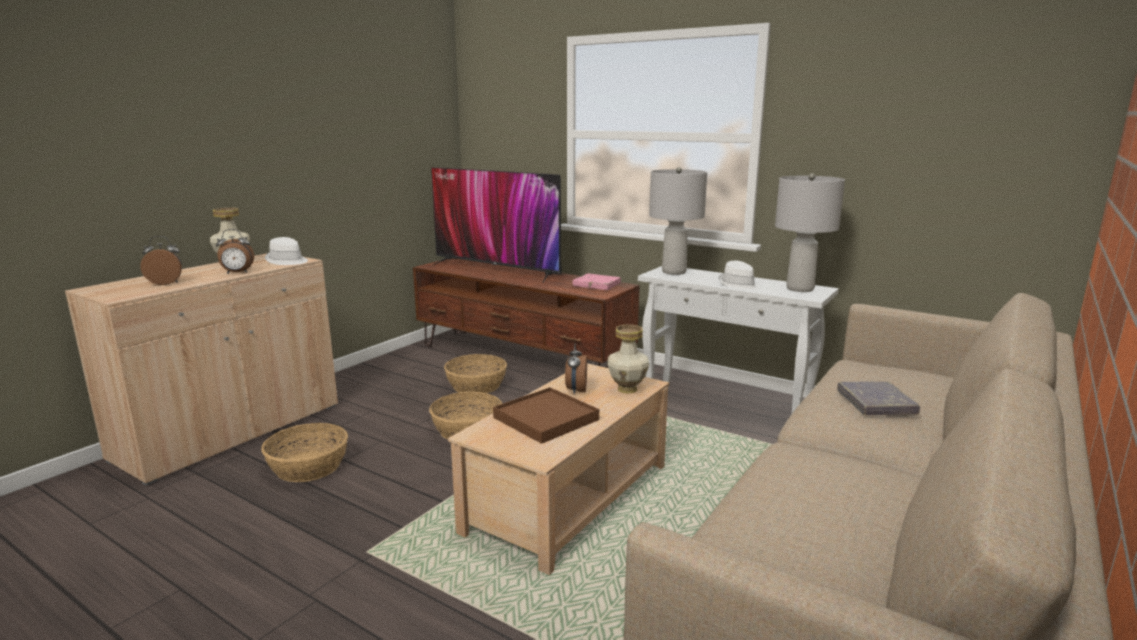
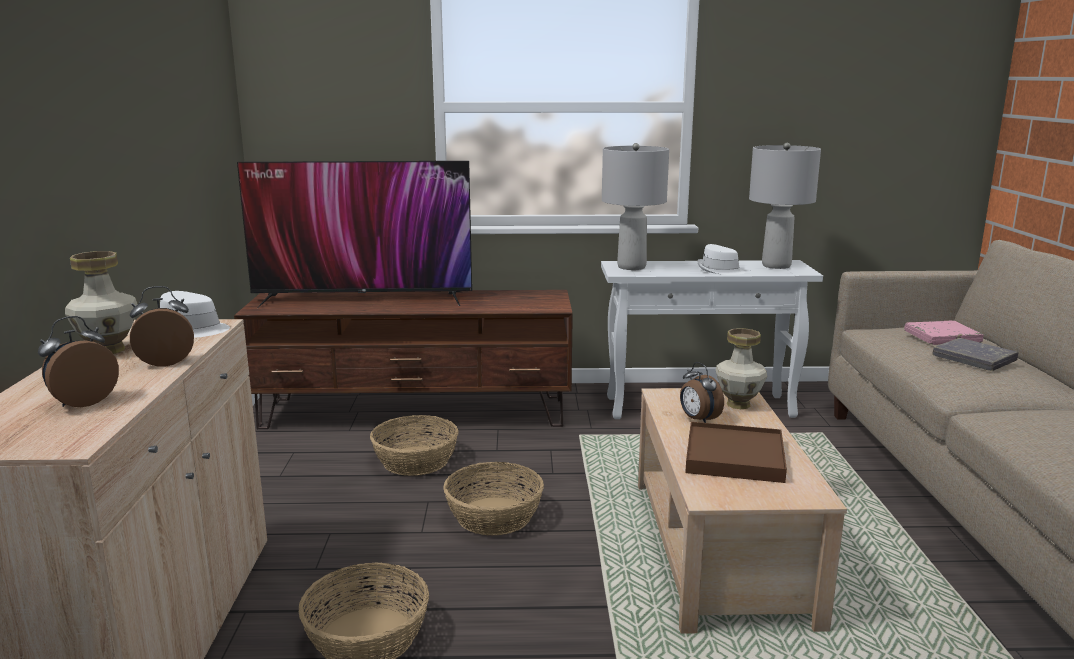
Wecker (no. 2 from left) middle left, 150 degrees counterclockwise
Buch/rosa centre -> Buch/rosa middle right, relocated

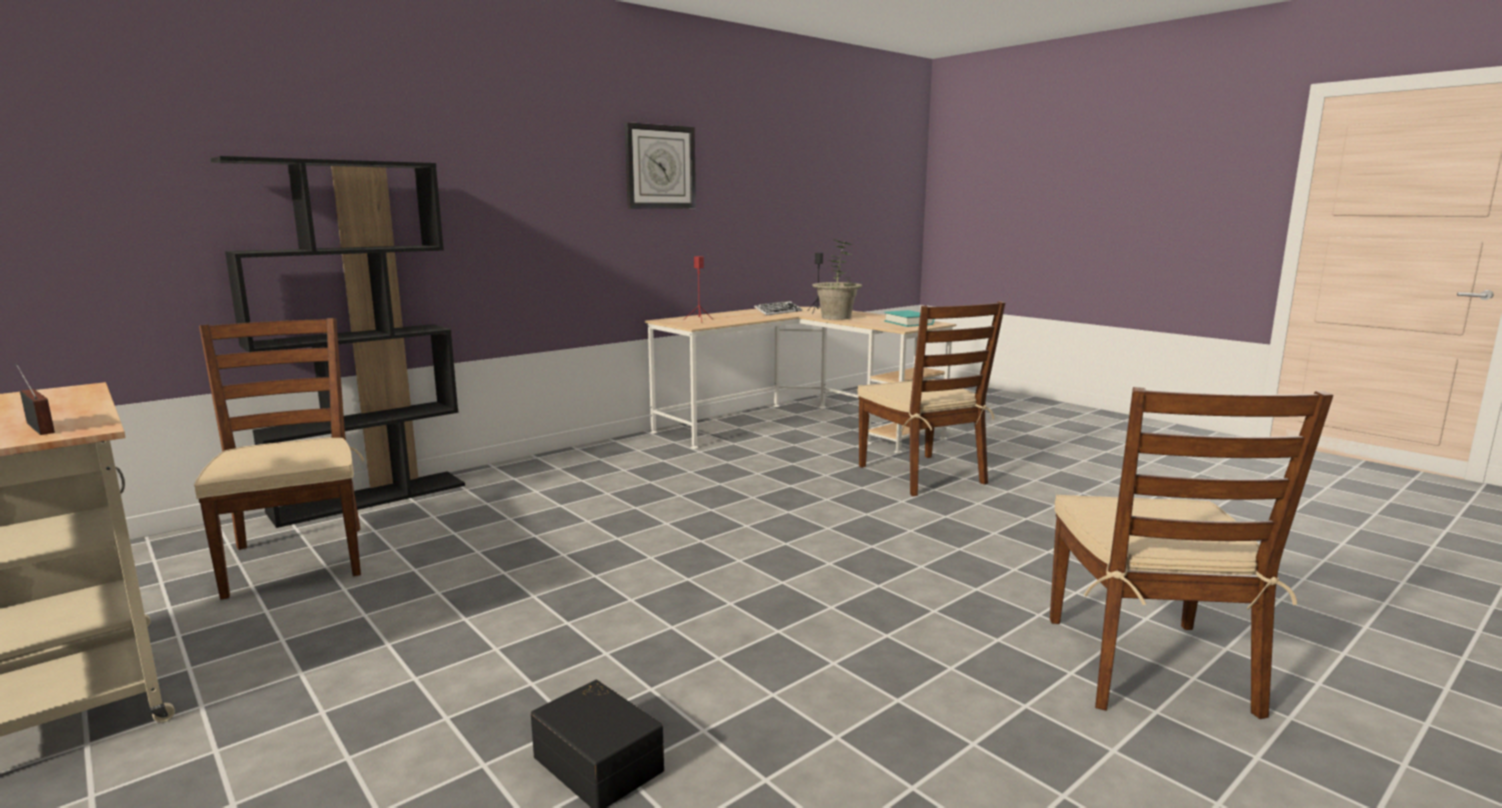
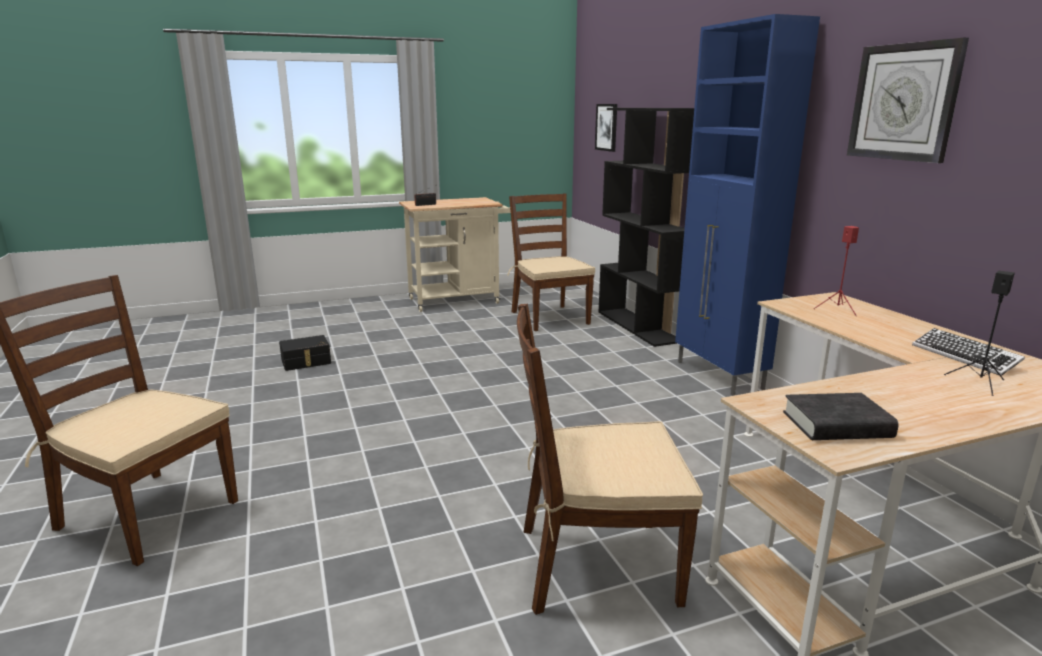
Stuhl/braun (no. 1 from left in the first image) middle left -> Stuhl/braun (no. 2 from left) centre, 105 degrees counterclockwise
none -> Bild top centre
none -> Schrank/blau top right
Buch/türkis centre -> Buch/schwarz middle right
Topfpflanze centre -> none

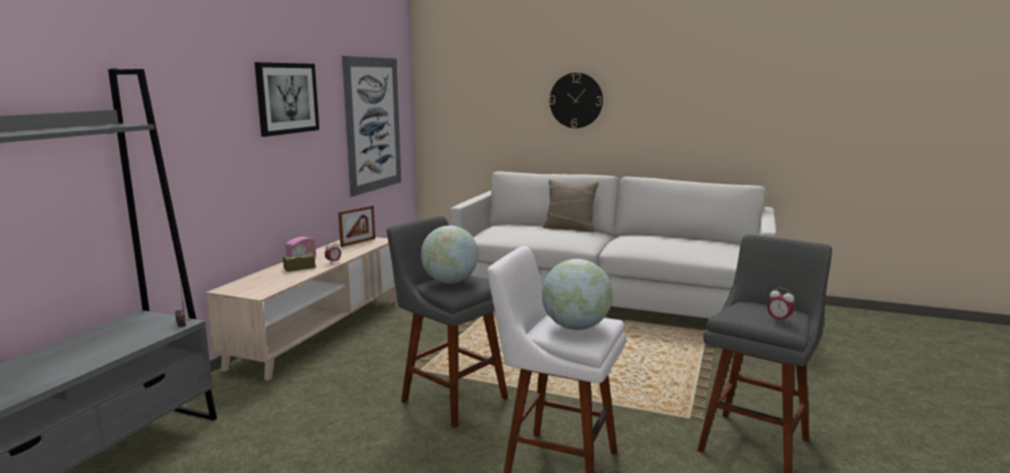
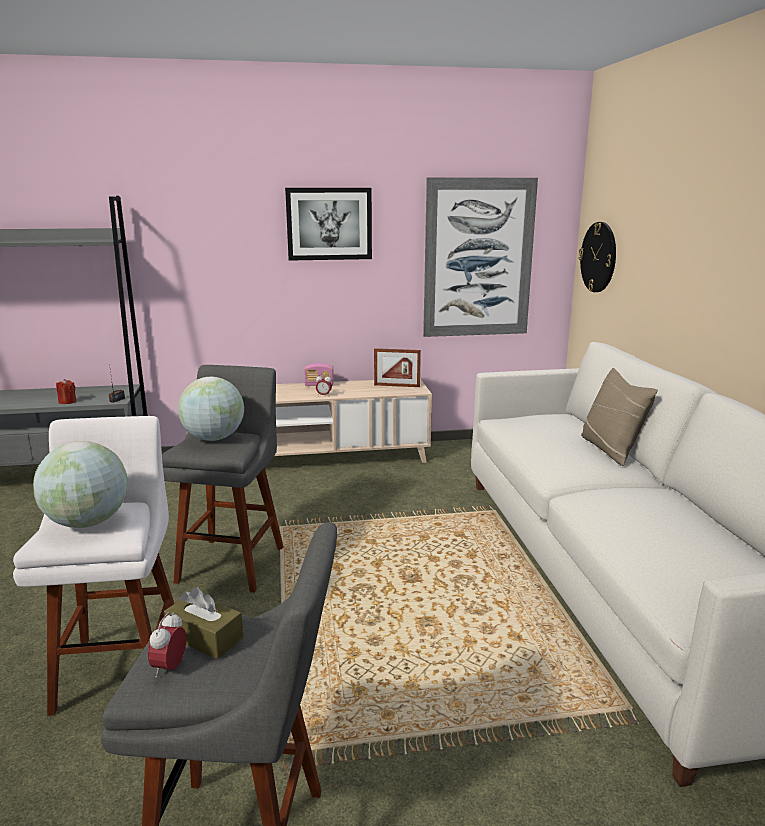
none -> Kerze/rot middle left
Taschentuchbox/braun middle left -> Taschentuchbox/braun bottom left, relocated
Wanduhr top centre -> Wanduhr top right, relocated

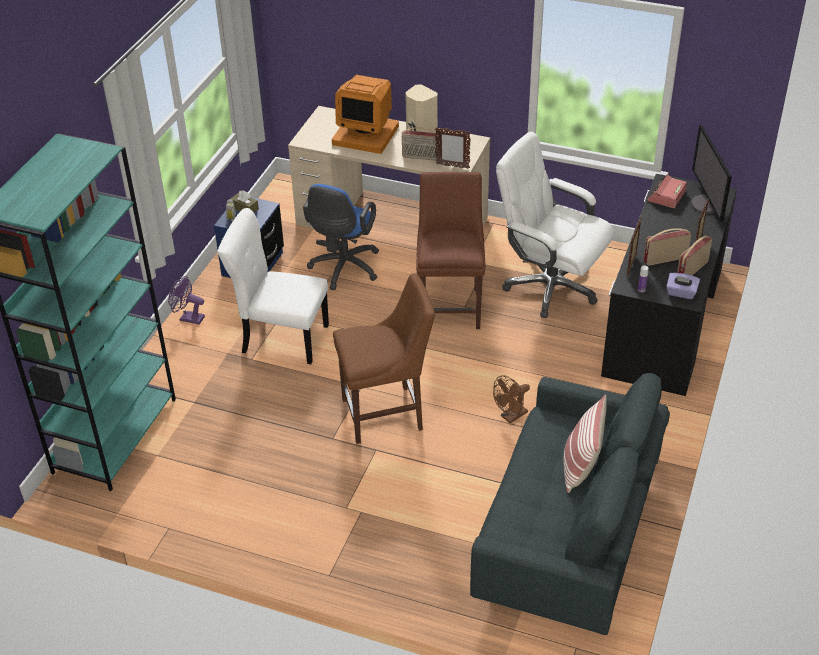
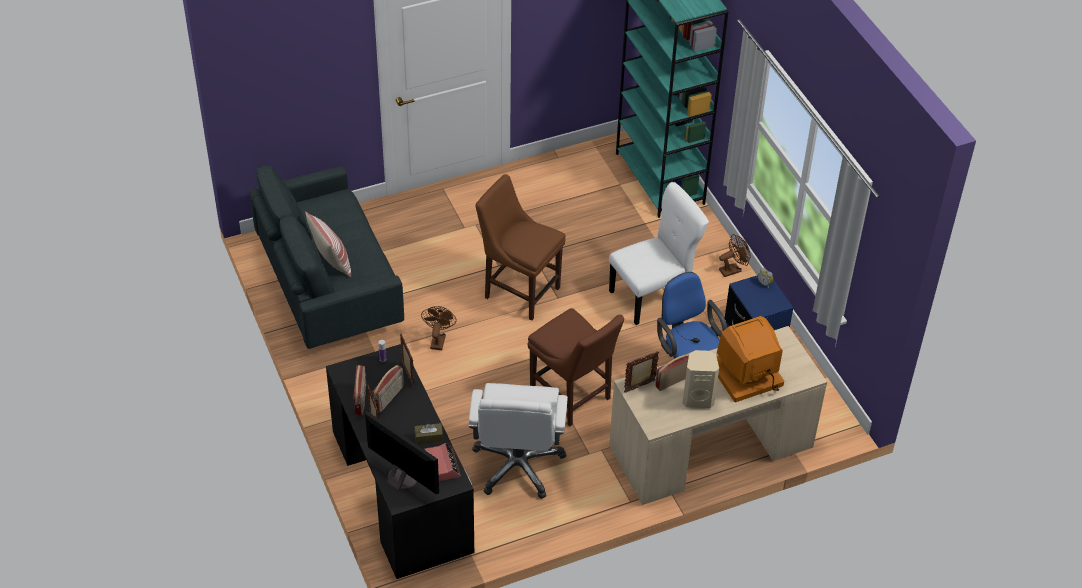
Taschentuchbox/braun top left -> Taschentuchbox/braun bottom centre, relocated
Bürostuhl/weiß middle right -> Bürostuhl/weiß bottom centre, 105 degrees clockwise
Stuhl/braun (no. 1 from left) centre, 90 degrees clockwise
Ventilator/lila middle left -> Ventilator/braun (no. 2 from left) middle right
Taschentuchbox/lila middle right -> none

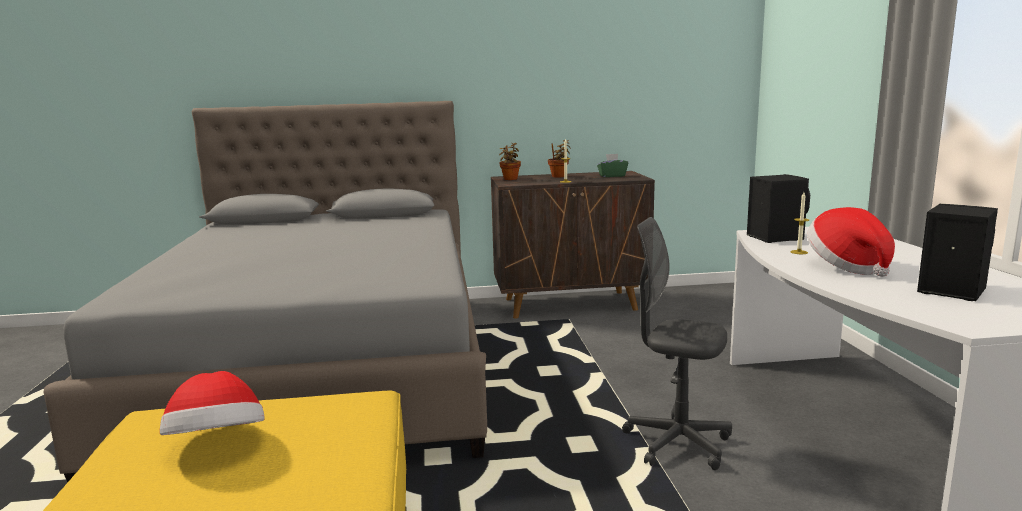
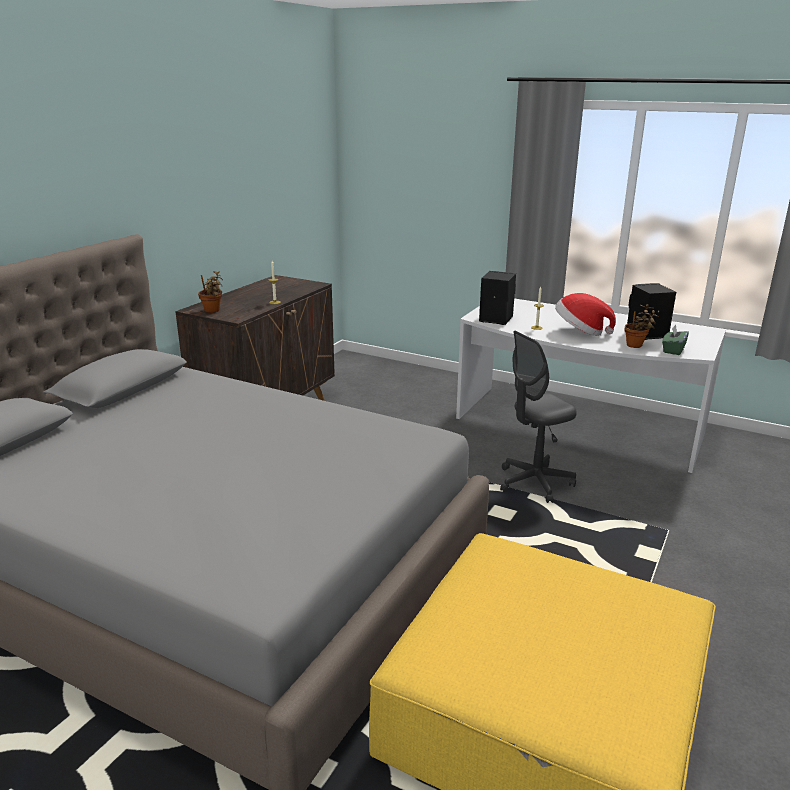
Topfpflanze (no. 2 from left) top centre -> Topfpflanze (no. 2 from left) middle right, relocated
Taschentuchbox/grün top centre -> Taschentuchbox/grün middle right, relocated
Hut (no. 1 from left) bottom left -> none

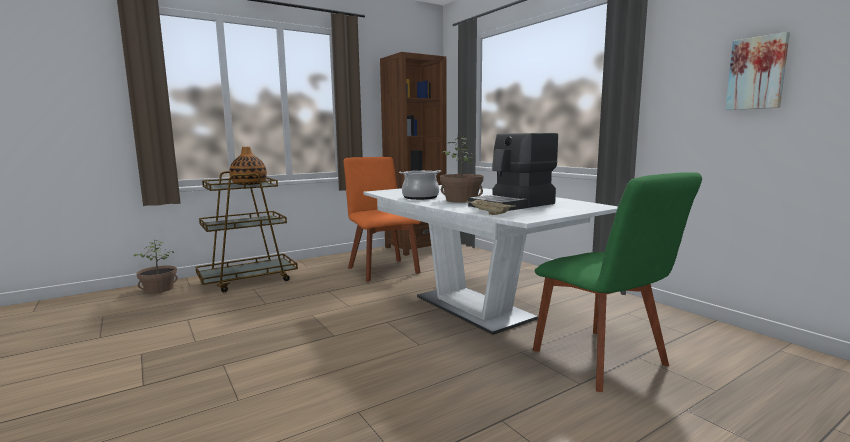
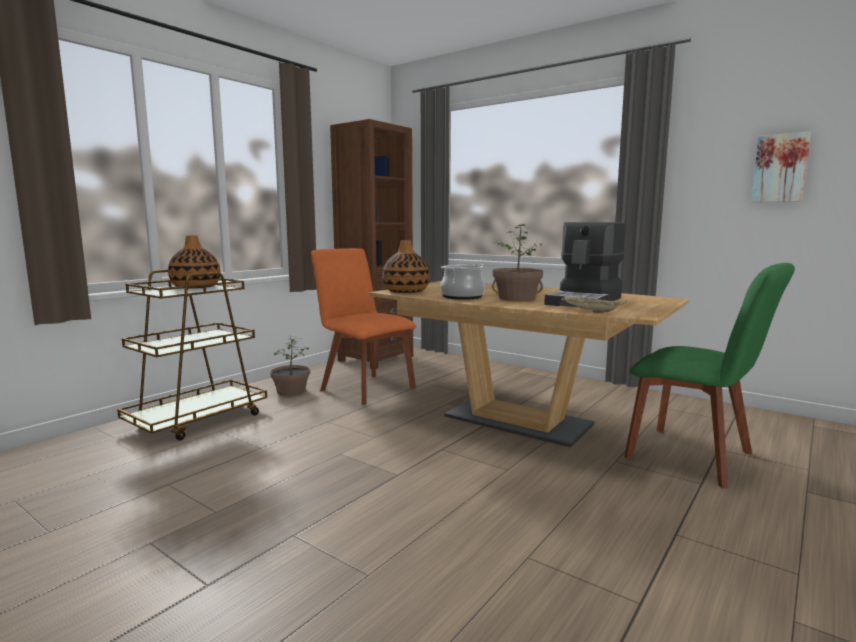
Topfpflanze (no. 1 from left) middle left -> Topfpflanze (no. 1 from left) centre, relocated
Esstisch/weiß centre -> Esstisch/braun centre
none -> Vase (no. 2 from left) centre

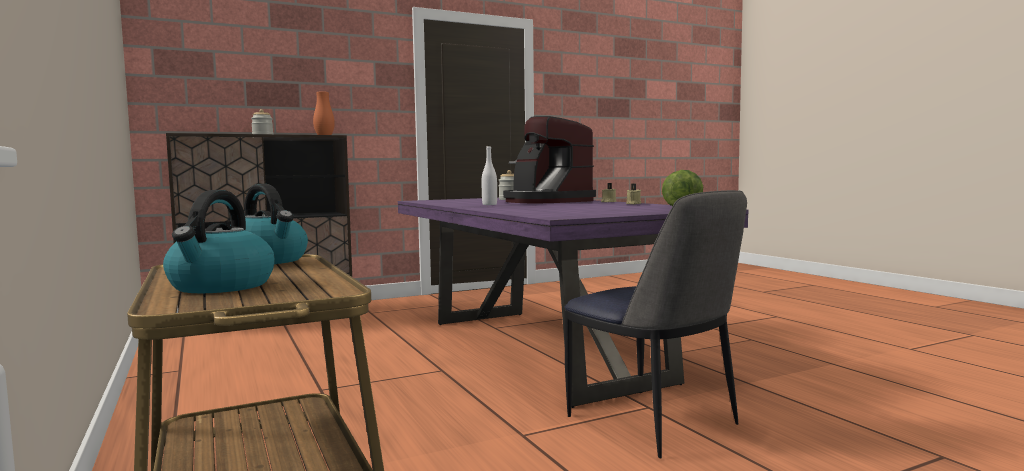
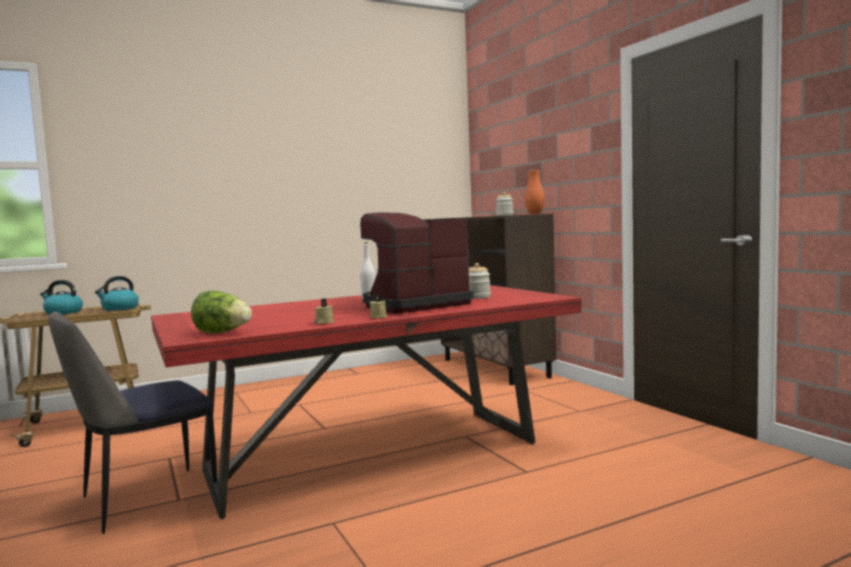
Esstisch/lila centre -> Esstisch/rot bottom centre

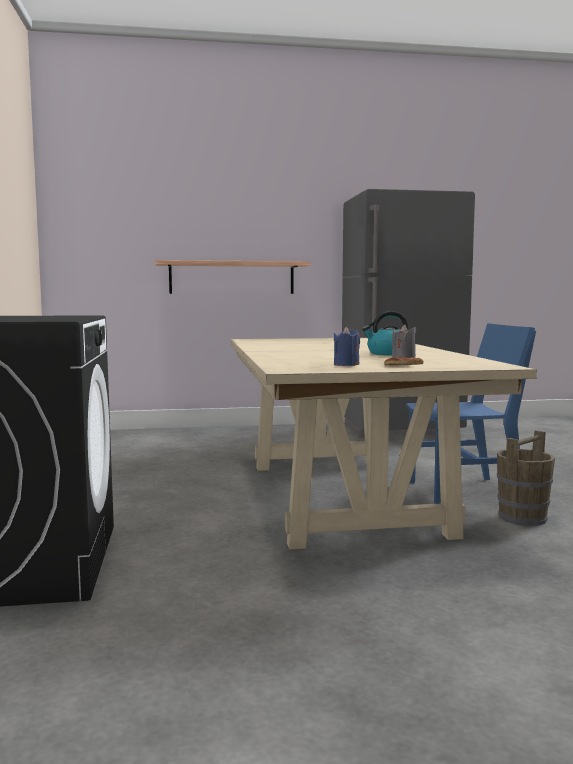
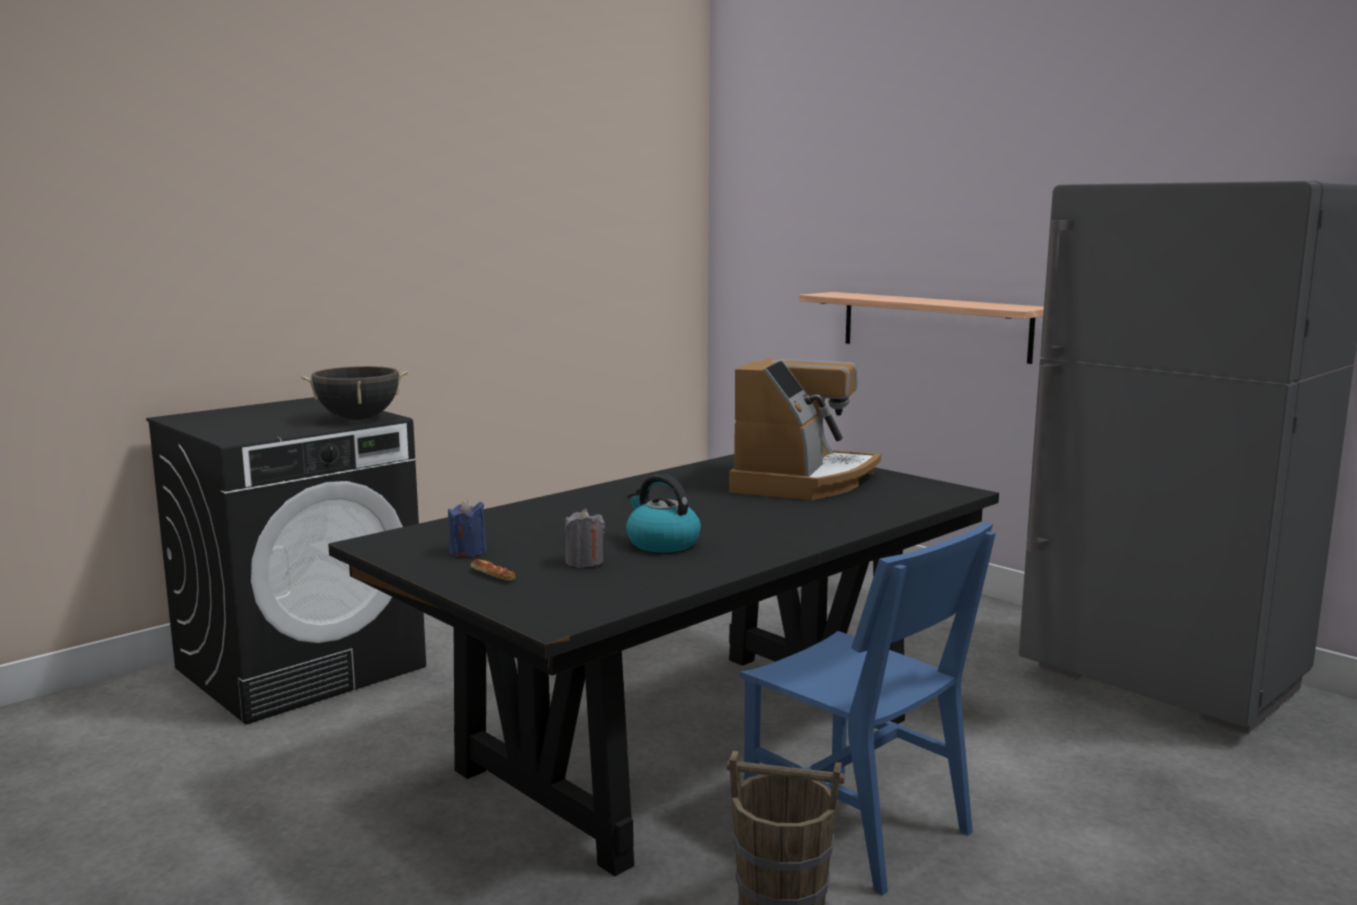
none -> Kochtopf/schwarz middle left
Esstisch/beige middle right -> Esstisch/schwarz bottom centre
none -> Kaffeemaschine centre

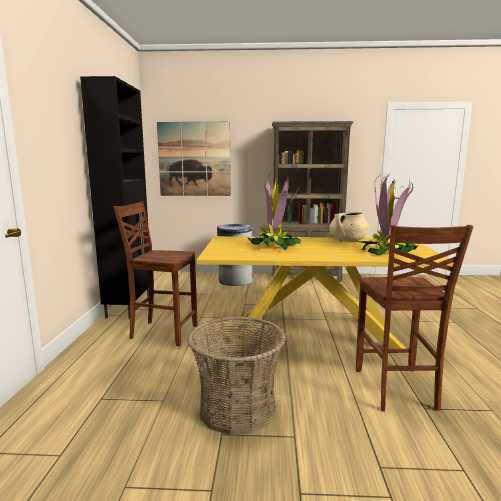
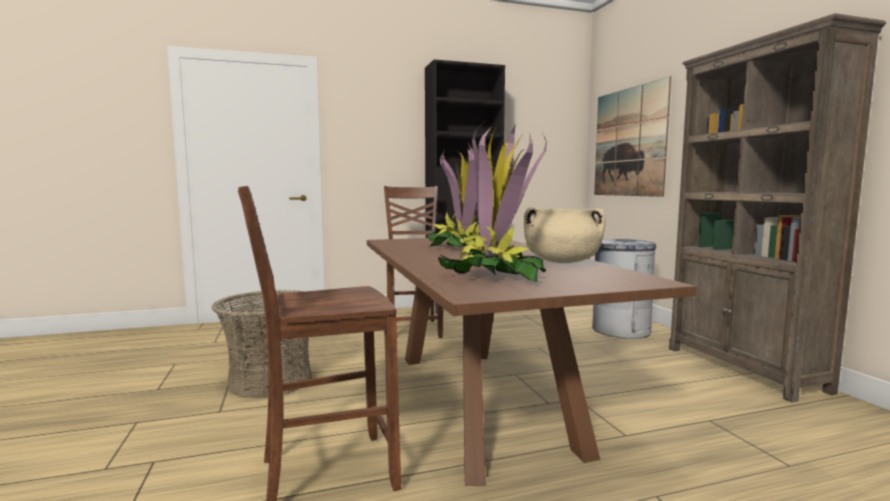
Esstisch/gelb centre -> Esstisch/braun bottom centre

